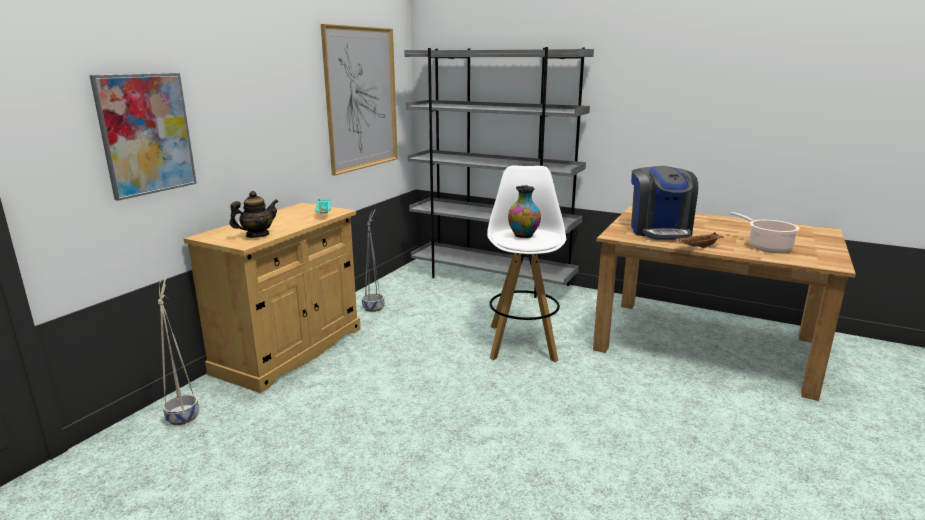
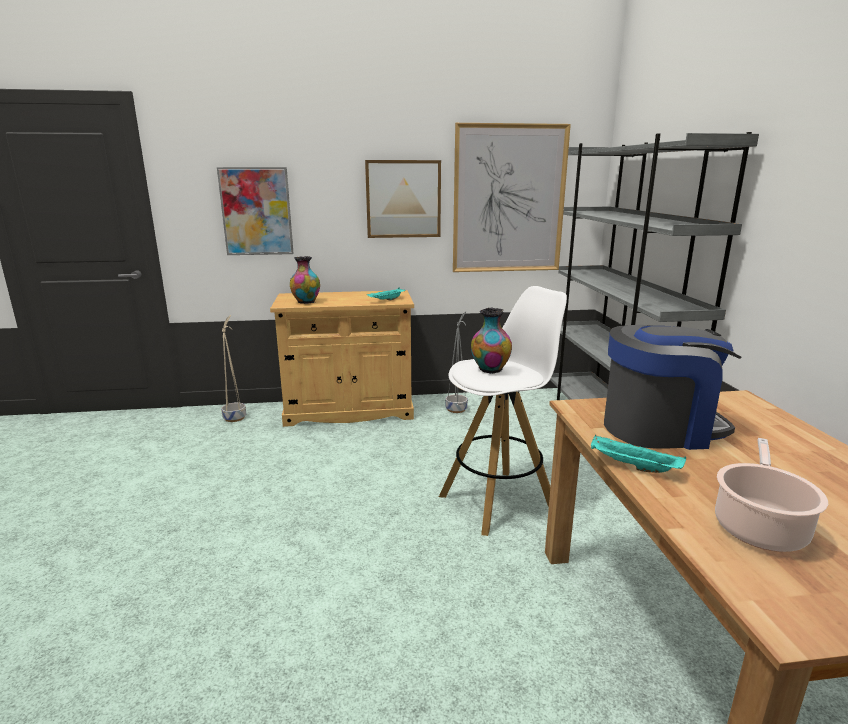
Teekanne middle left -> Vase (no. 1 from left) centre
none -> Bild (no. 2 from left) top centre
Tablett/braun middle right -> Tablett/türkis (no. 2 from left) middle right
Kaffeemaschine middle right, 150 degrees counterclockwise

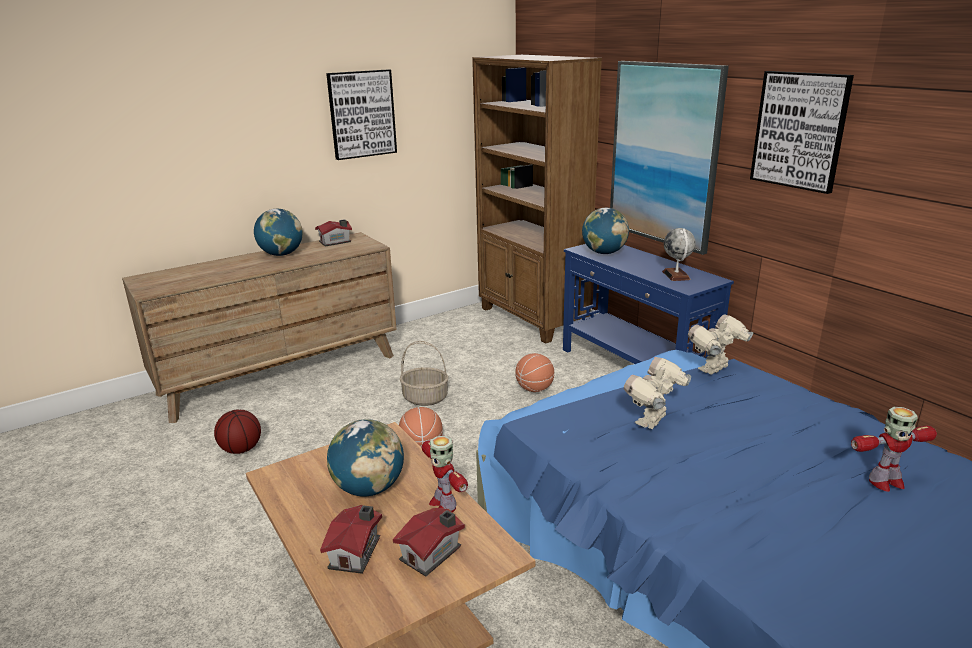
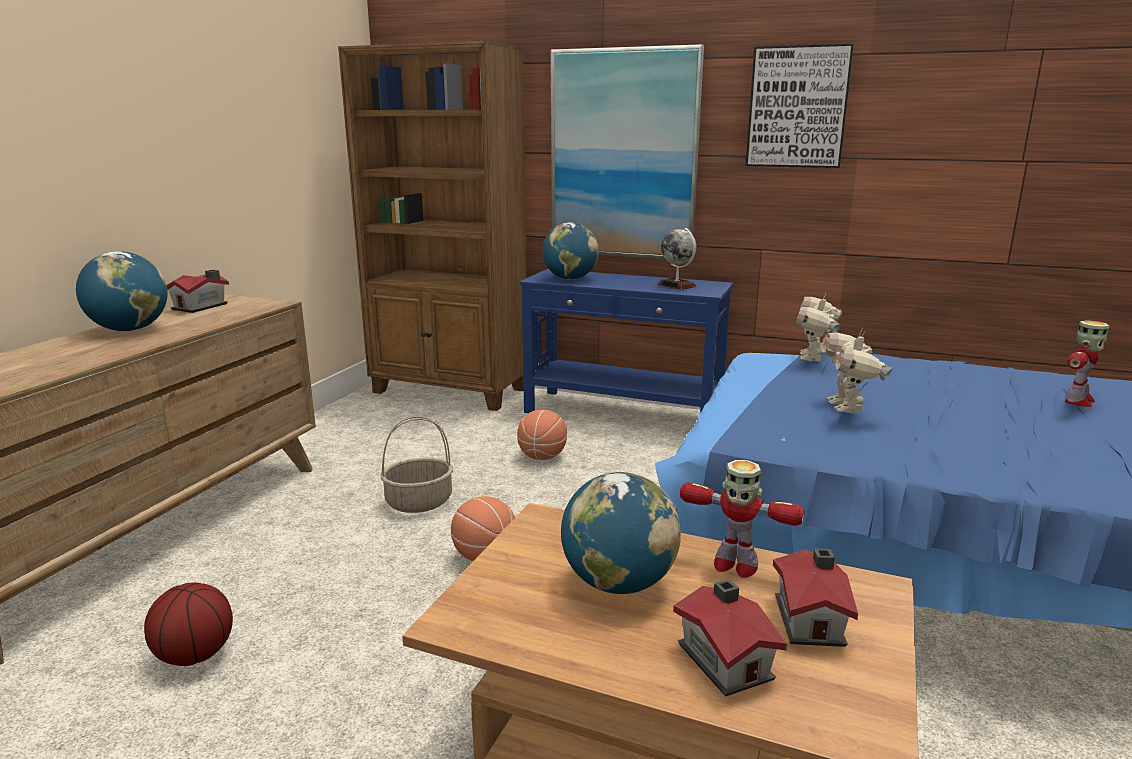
Bild (no. 1 from left) top centre -> none

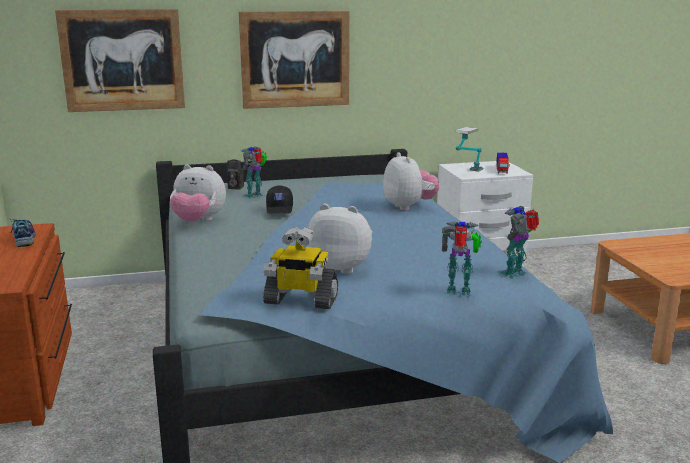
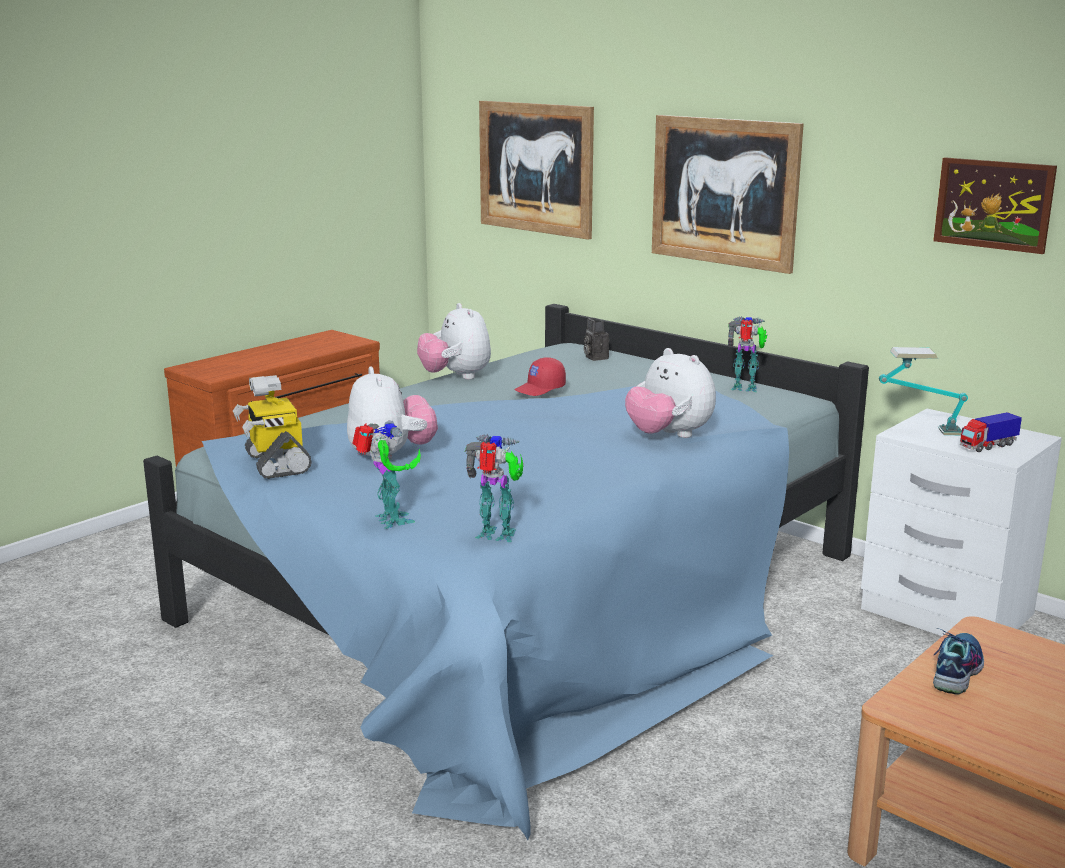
Kappe/schwarz centre -> Kappe/rot centre
Plüschtier (no. 3 from left) centre, 105 degrees clockwise
Spielzeugroboter (no. 1 from left in the first image) centre -> Spielzeugroboter (no. 4 from left) middle right, relocated
none -> Bild (no. 3 from left) top right
Schuh middle left -> Schuh bottom right, relocated

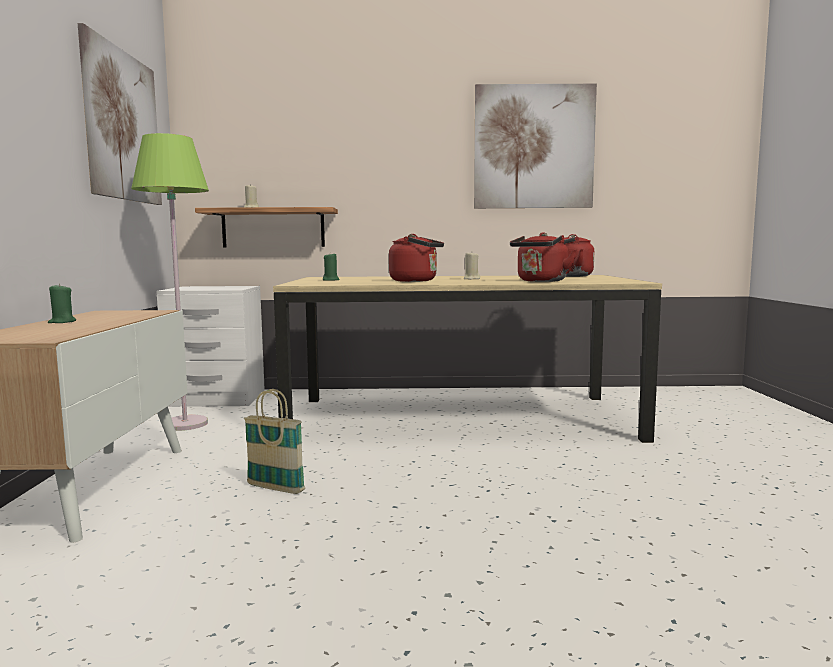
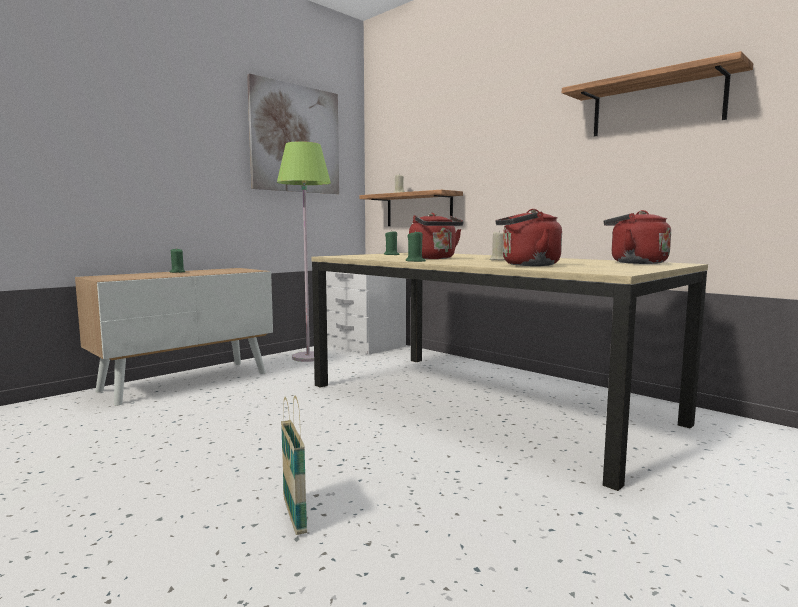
Korb middle left -> Korb bottom centre, relocated
none -> Kerze/grün (no. 3 from left) centre
Bild (no. 2 from left) top centre -> Wandregal (no. 2 from left) top right

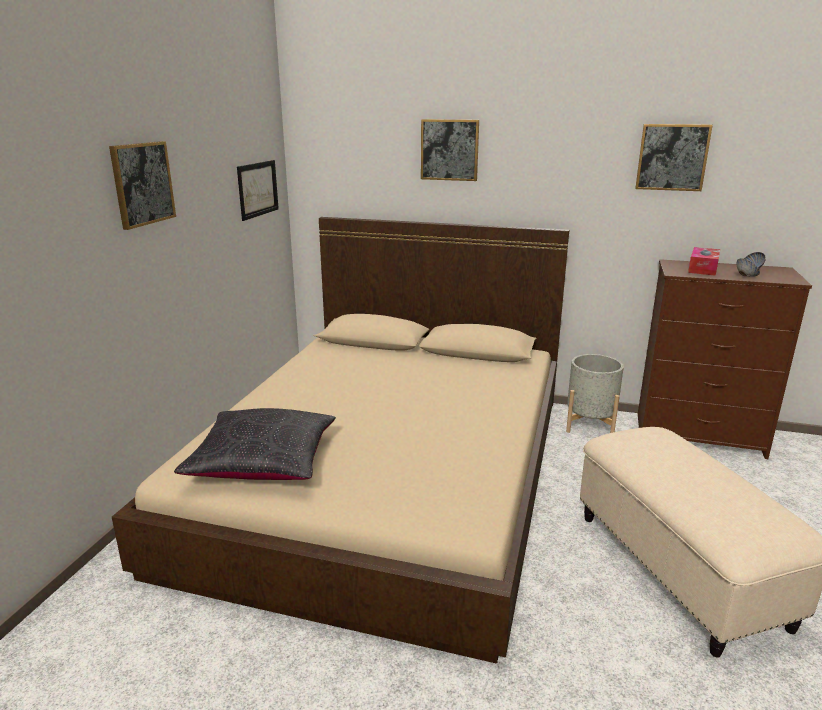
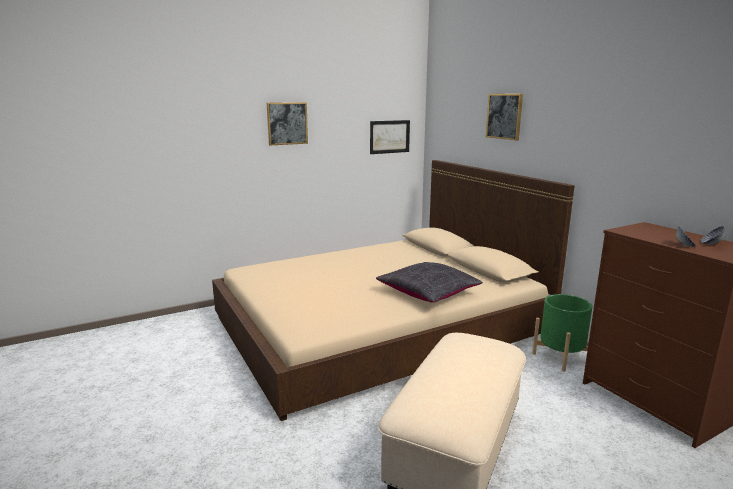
Kissen/schwarz middle left -> Kissen/schwarz centre, relocated
Pflanzkübel/grau middle right -> Pflanzkübel/grün bottom right
Bild (no. 4 from left) top right -> none
Taschentuchbox middle right -> none

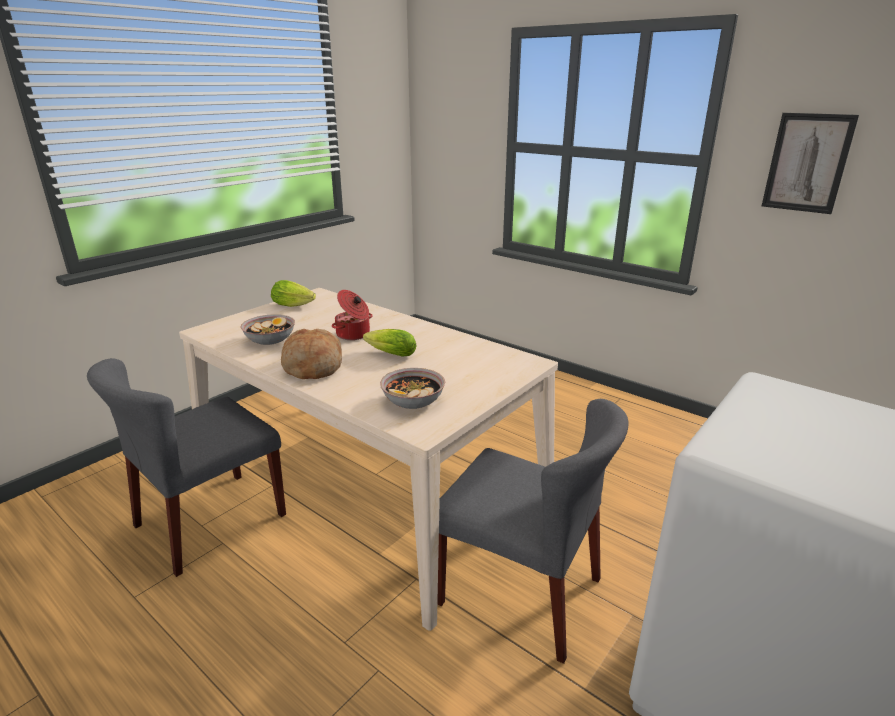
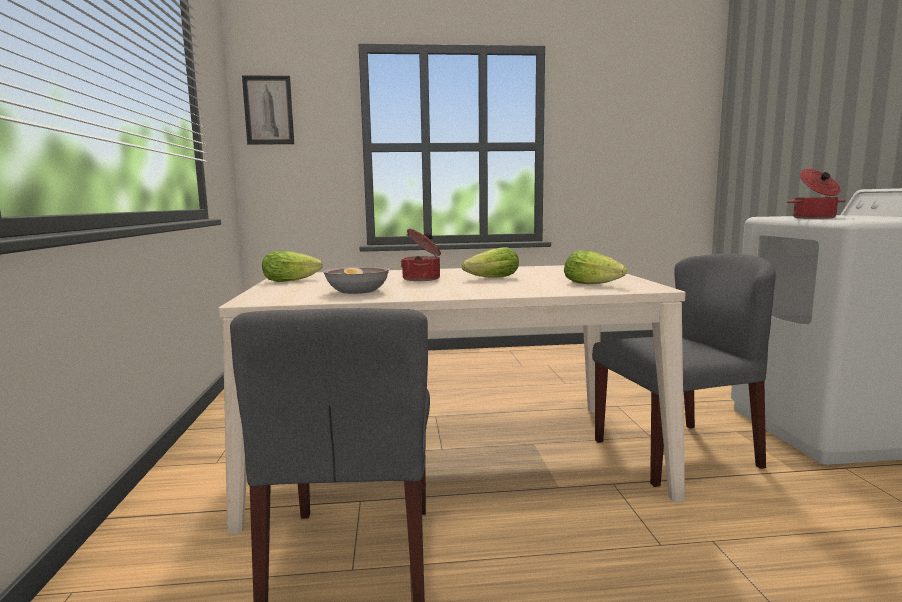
Bild top right -> Bild top left, relocated
Schüssel (no. 2 from left) centre -> Salatkopf (no. 3 from left) centre
none -> Kochtopf (no. 2 from left) top right
Brot centre -> none

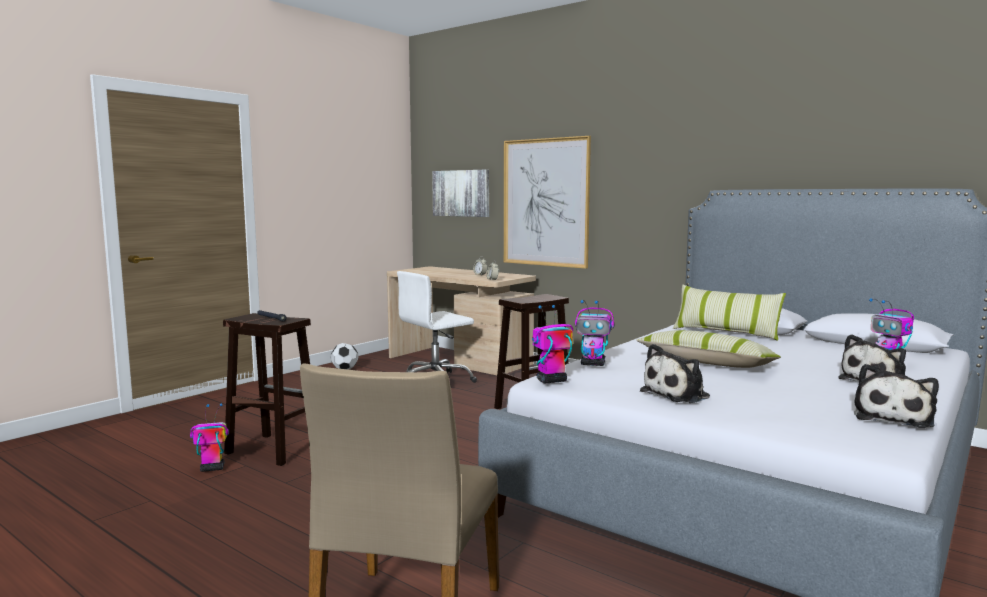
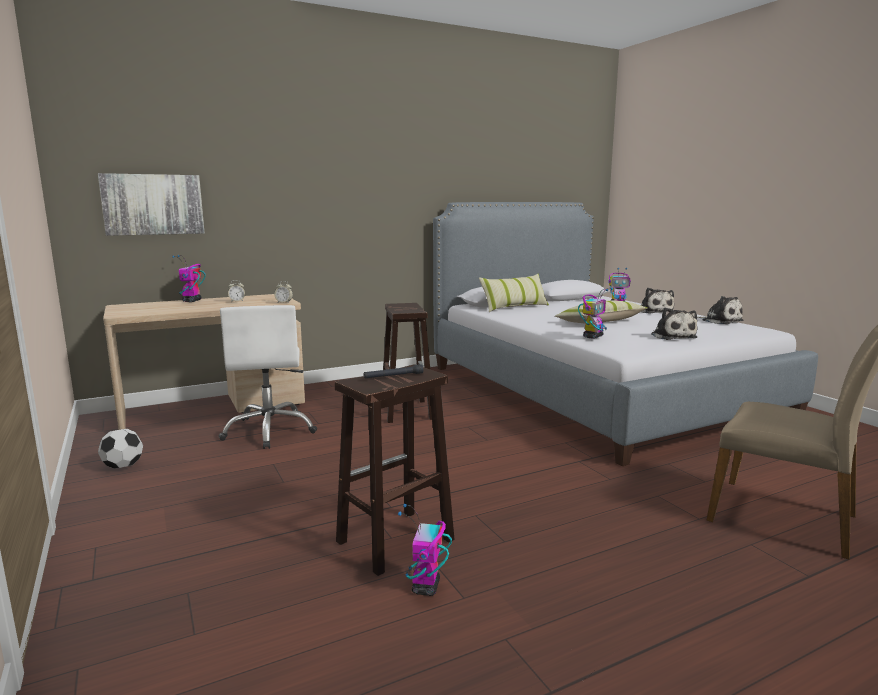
Spielzeugroboter (no. 2 from left in the first image) centre -> Spielzeugroboter (no. 1 from left) middle left, relocated
Bild (no. 2 from left) centre -> none

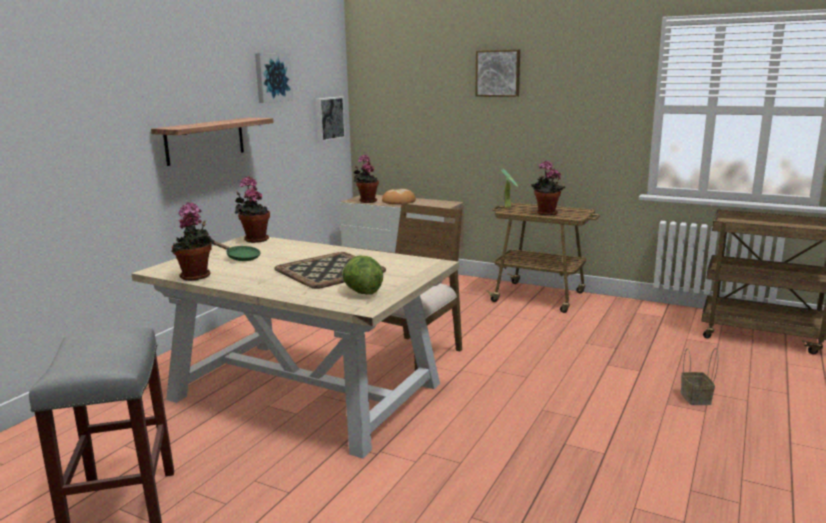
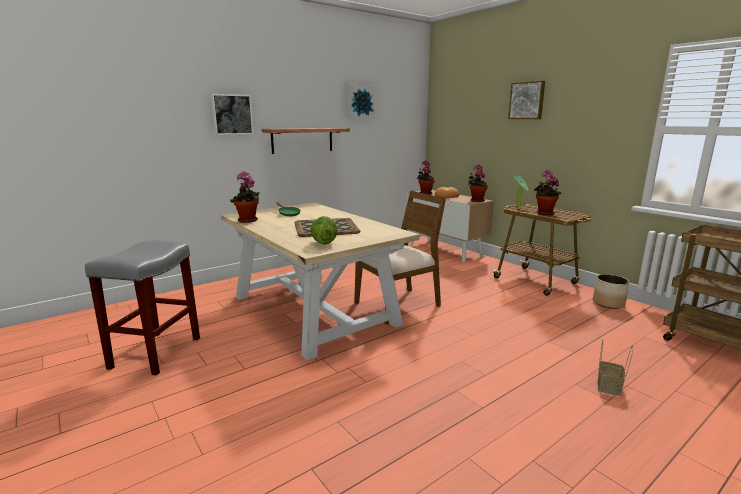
Bild (no. 2 from left in the first image) top centre -> Bild (no. 1 from left) top left, relocated
Topfpflanze (no. 2 from left in the first image) middle left -> Topfpflanze (no. 3 from left) centre, relocated
none -> Pflanzkübel middle right

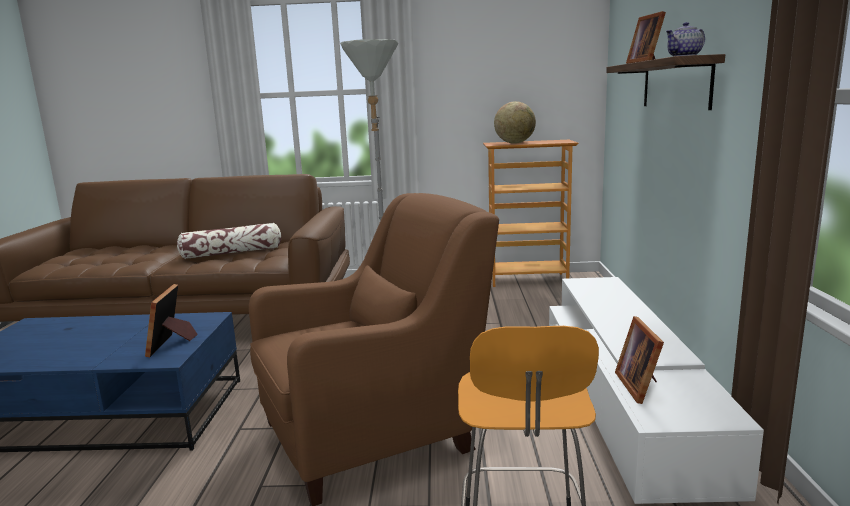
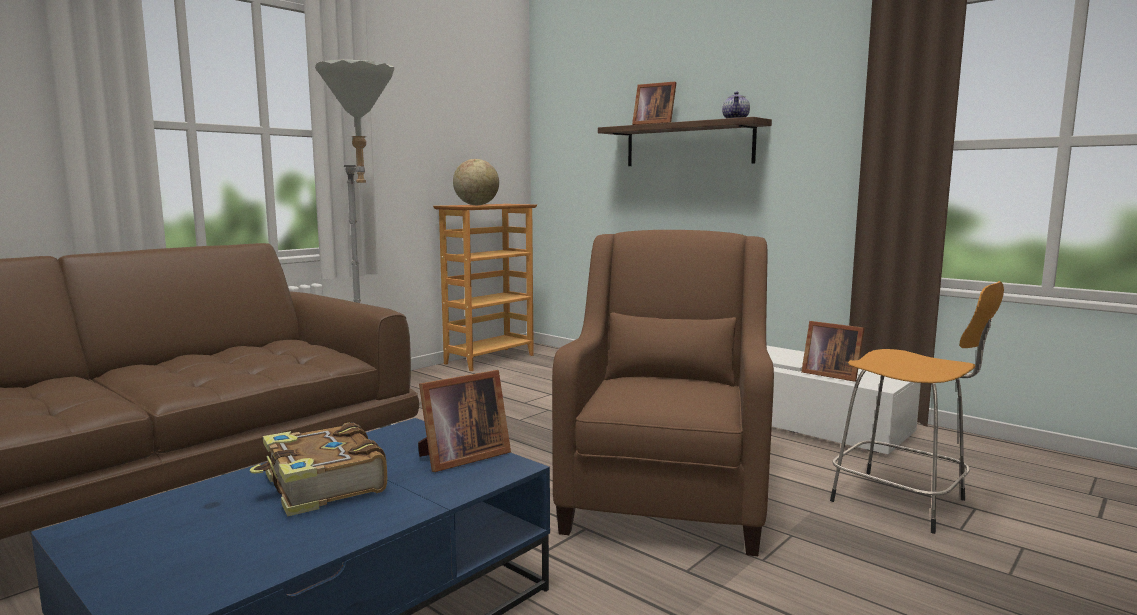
none -> Buch bottom left
Bilderrahmen (no. 1 from left) middle left -> Bilderrahmen (no. 1 from left) bottom centre, 75 degrees counterclockwise
Kissen middle left -> none

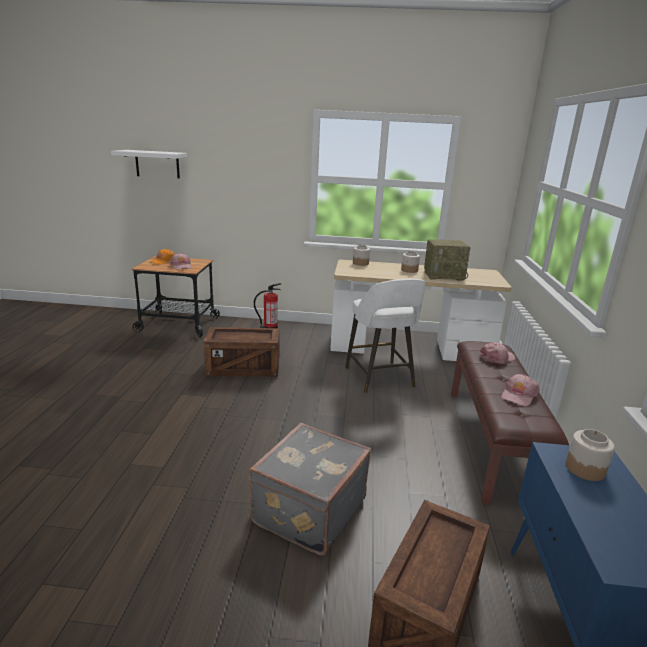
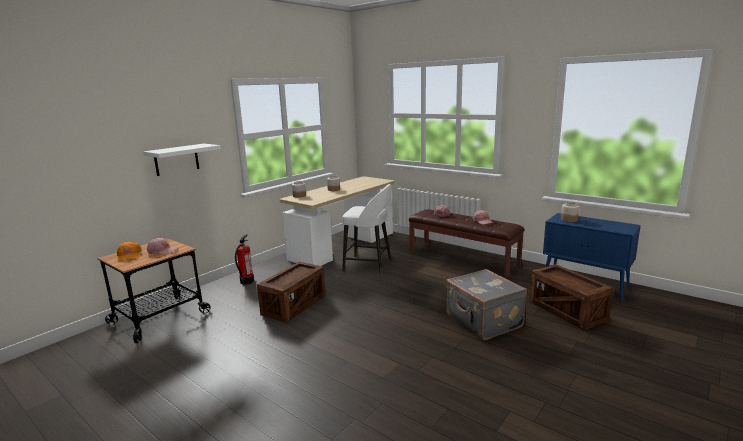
Wandregal/weiß top left -> Wandregal/weiß middle left, relocated
Radio middle right -> none

